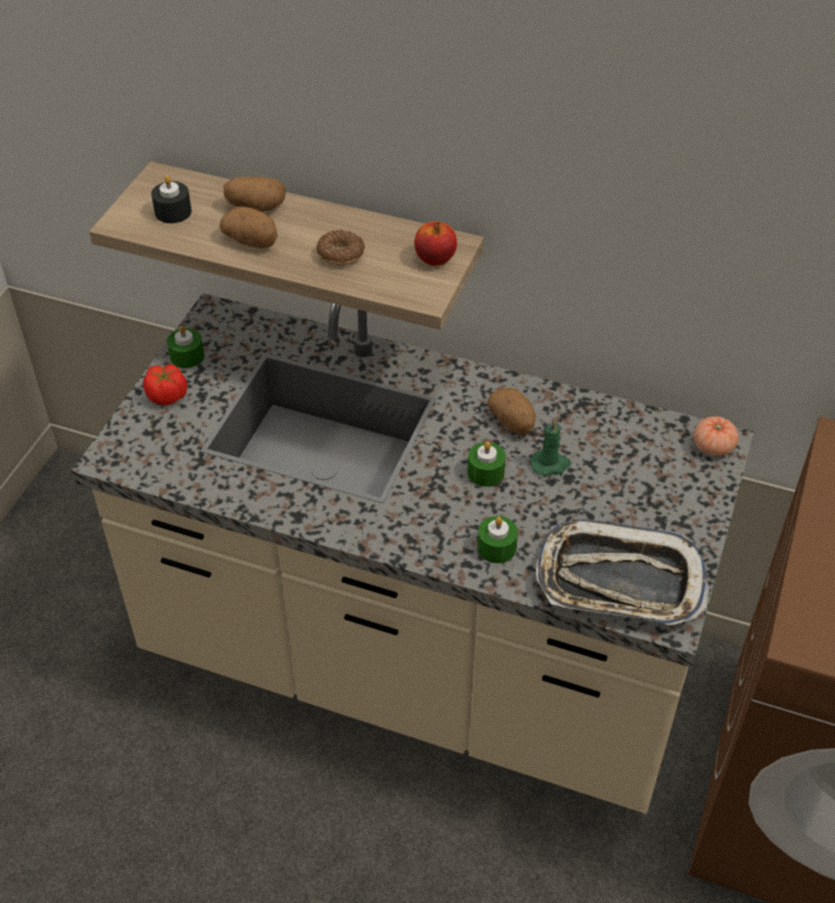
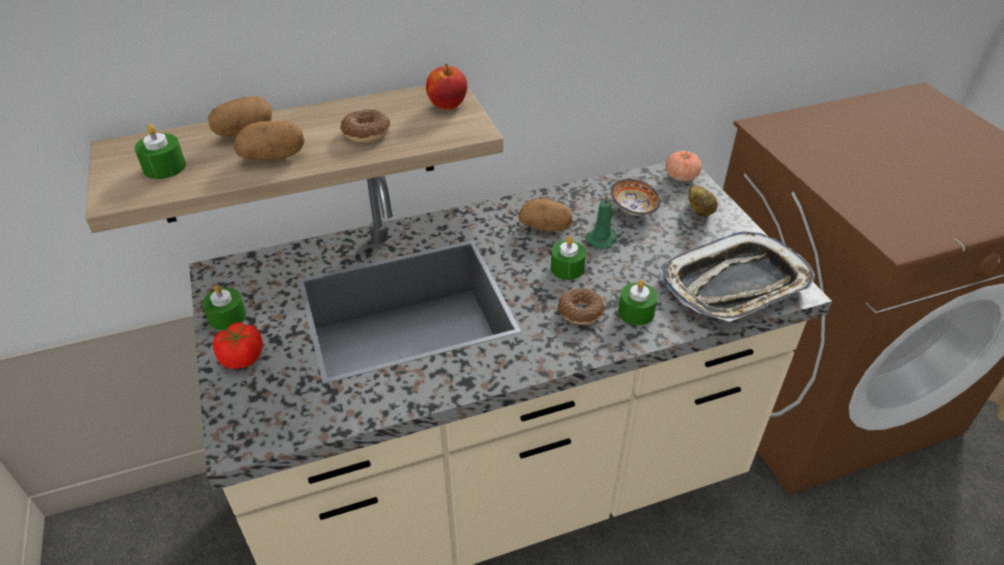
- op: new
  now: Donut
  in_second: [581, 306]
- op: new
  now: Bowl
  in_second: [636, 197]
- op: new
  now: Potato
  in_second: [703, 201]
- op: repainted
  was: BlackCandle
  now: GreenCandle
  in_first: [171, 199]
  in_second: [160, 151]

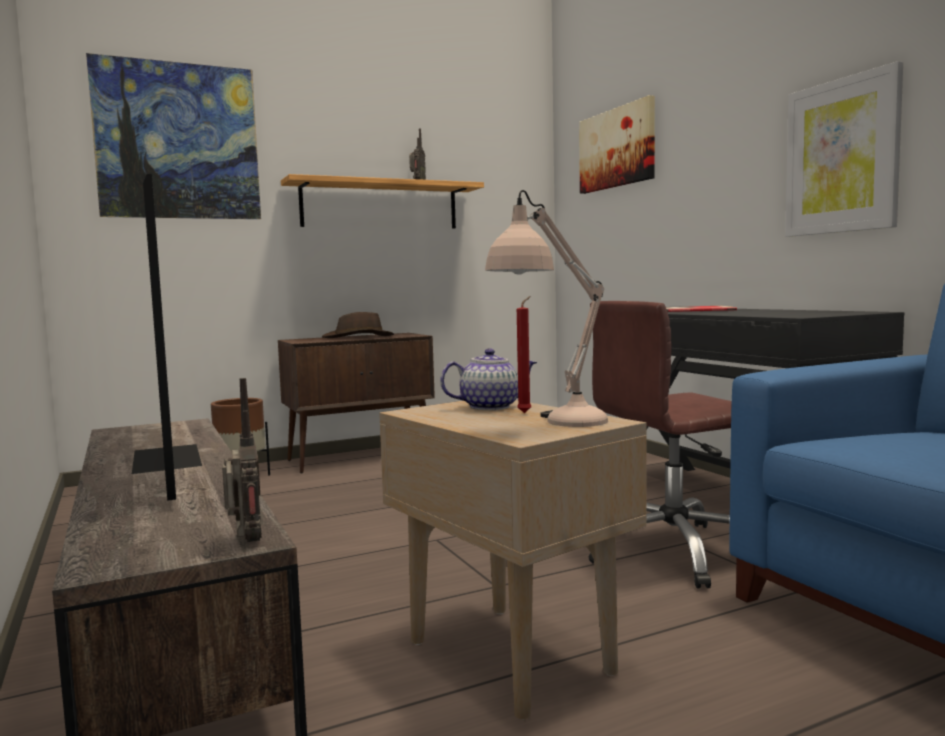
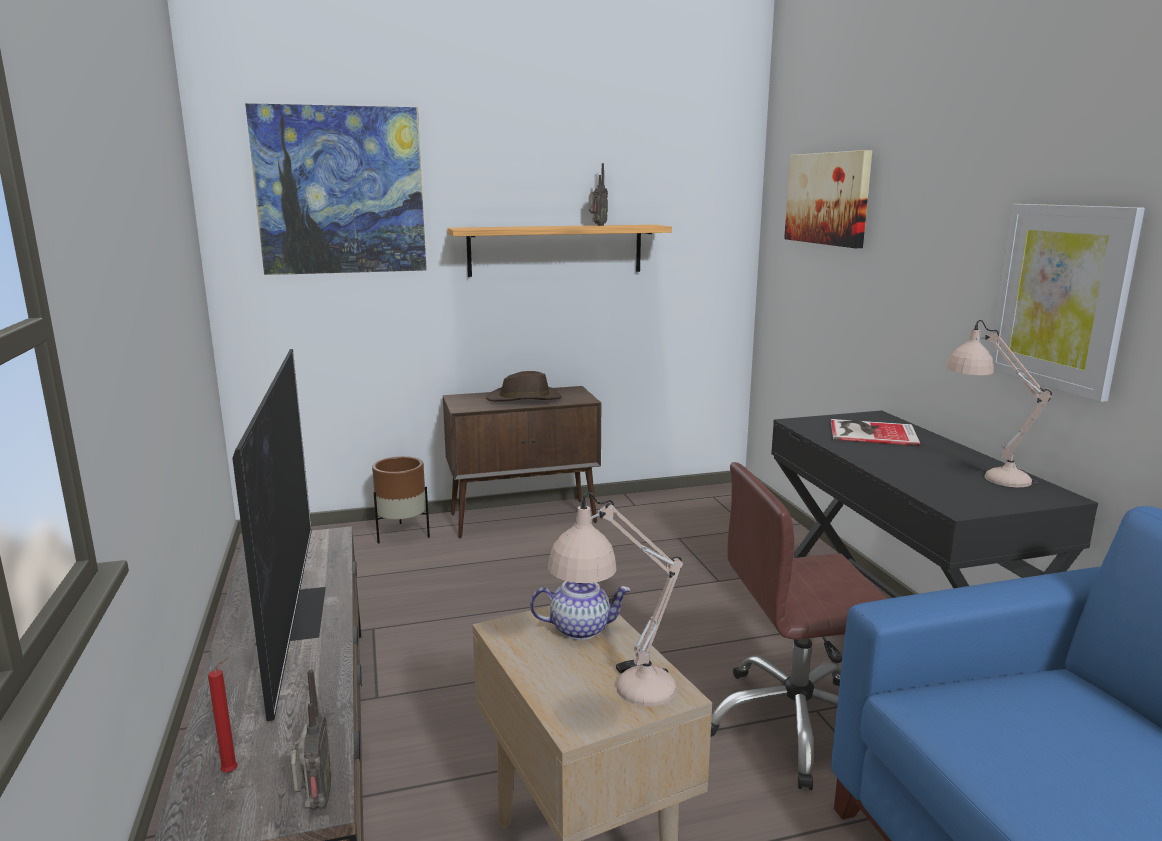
- op: new
  now: BeigeTableLamp
  in_second: [998, 403]
- op: shifted
  was: RedCandle
  in_first: [524, 354]
  in_second: [223, 715]

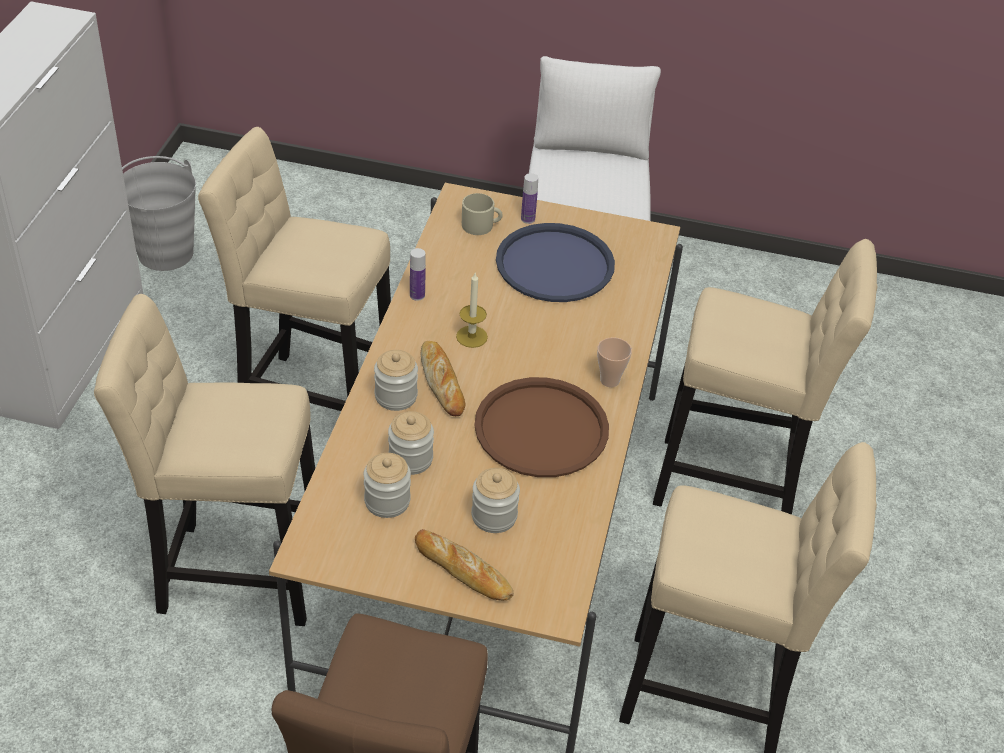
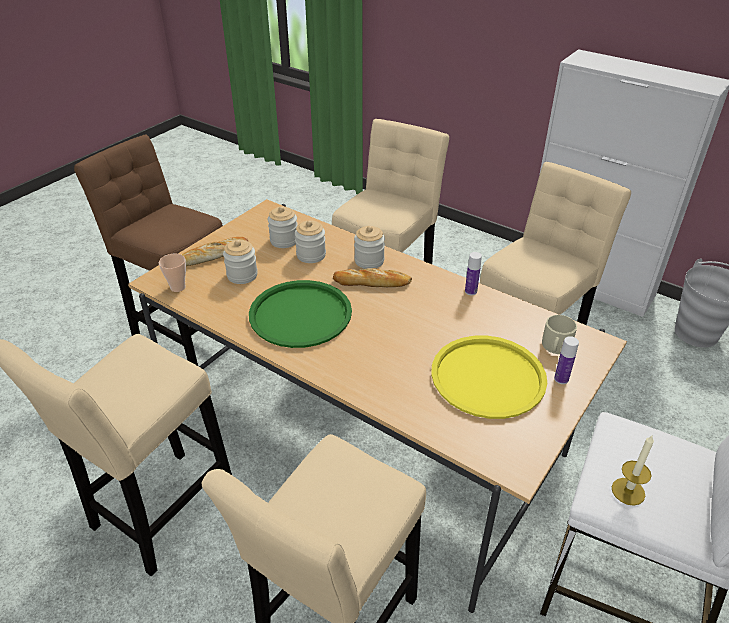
- op: shifted
  was: Candle
  in_first: [472, 310]
  in_second: [633, 470]
- op: shifted
  was: Cup
  in_first: [614, 362]
  in_second: [172, 273]
- op: repainted
  was: BrownTray
  now: GreenTray
  in_first: [541, 427]
  in_second: [300, 314]
- op: repainted
  was: BlueTray
  now: YellowTray
  in_first: [555, 262]
  in_second: [489, 377]

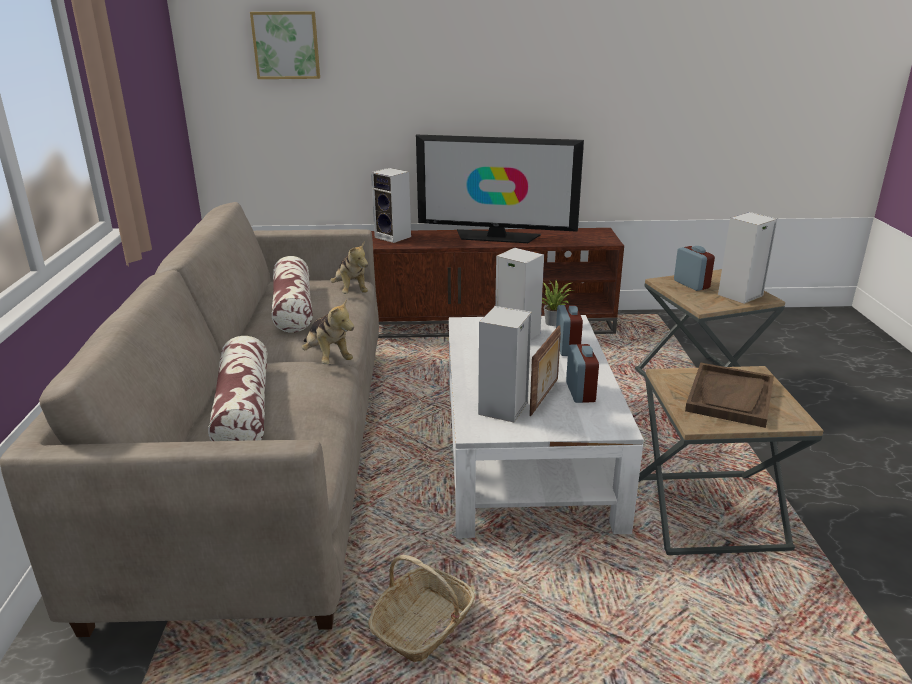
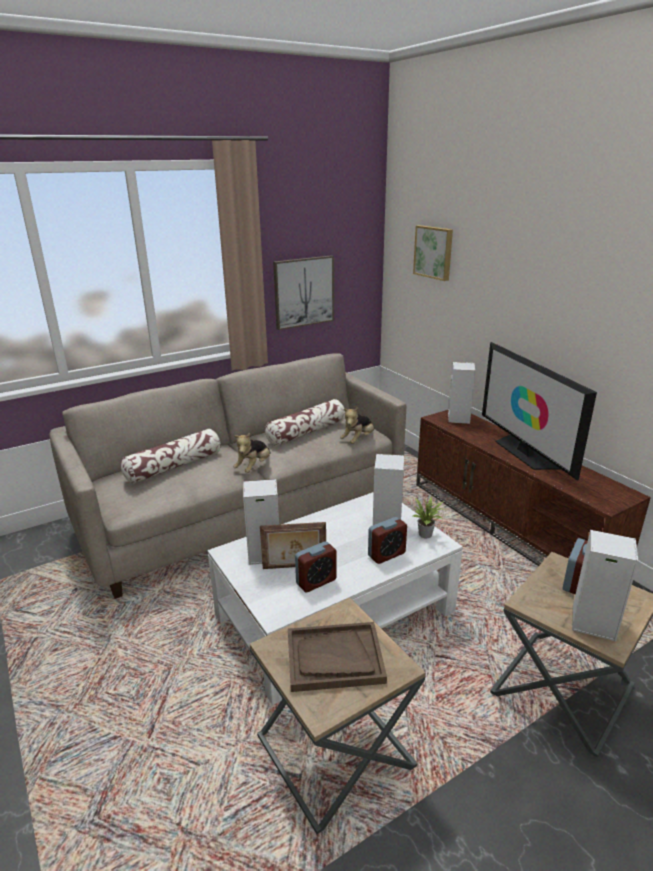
- op: gone
  was: Basket
  in_first: [421, 608]
- op: new
  now: Picture
  in_second: [303, 292]

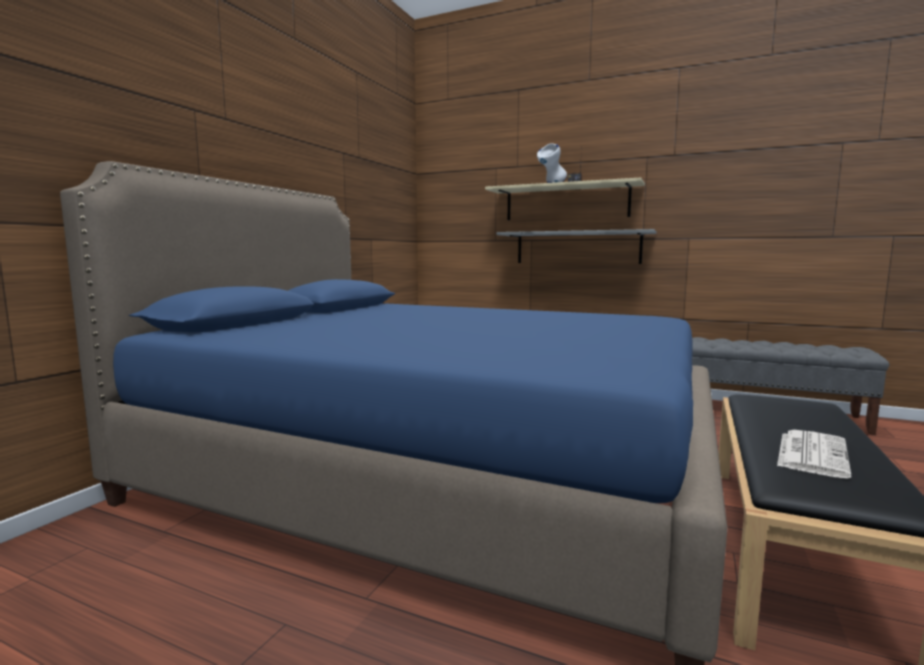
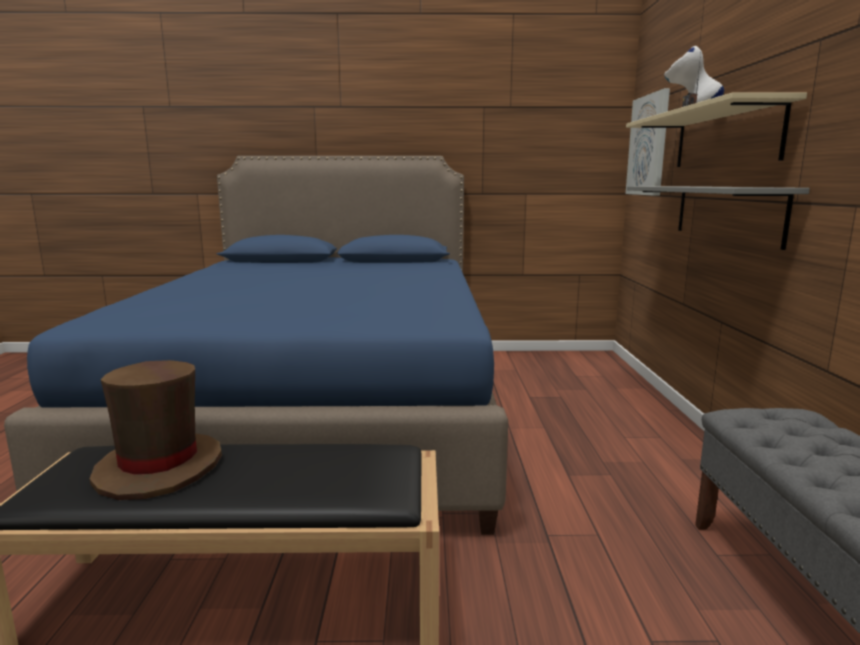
- op: new
  now: Picture
  in_second: [647, 142]
- op: swapped
  was: Newspaper
  now: BrownHat
  in_first: [814, 454]
  in_second: [156, 430]

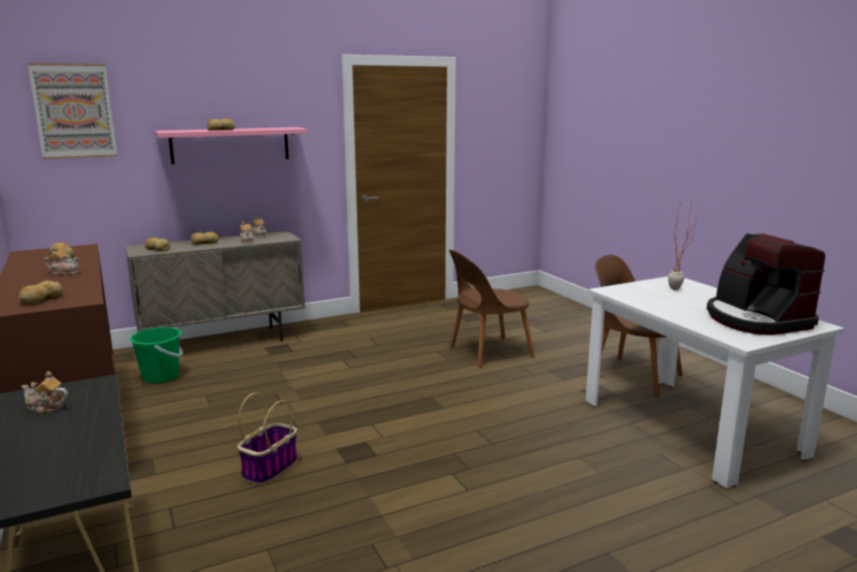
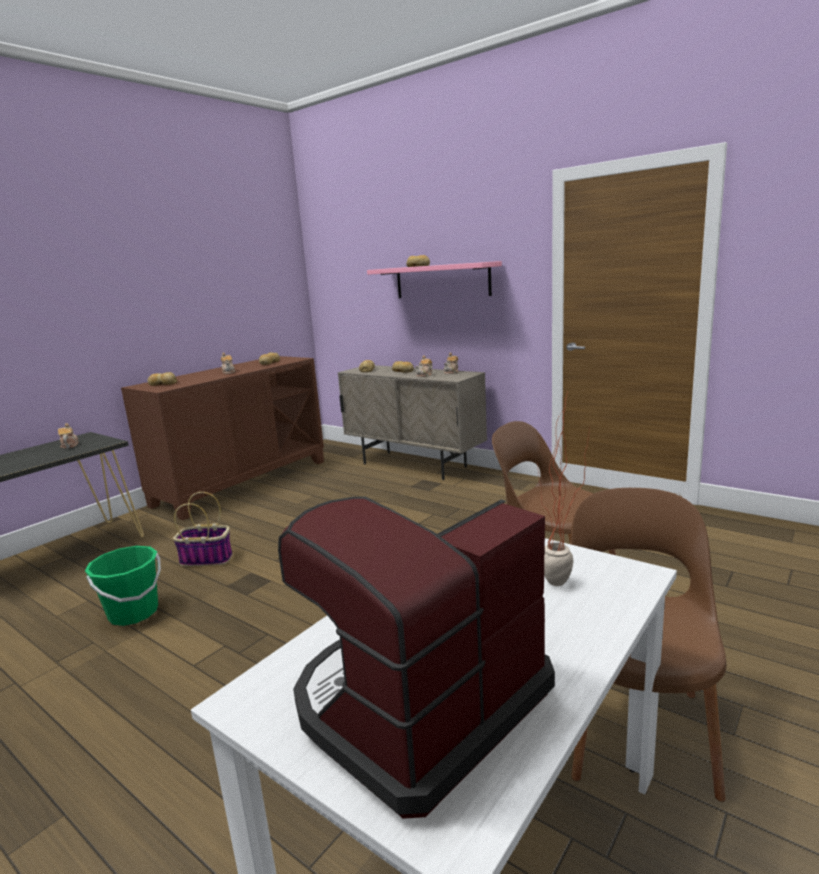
- op: gone
  was: Picture
  in_first: [72, 111]
- op: shifted
  was: GreenBucket
  in_first: [156, 355]
  in_second: [123, 586]

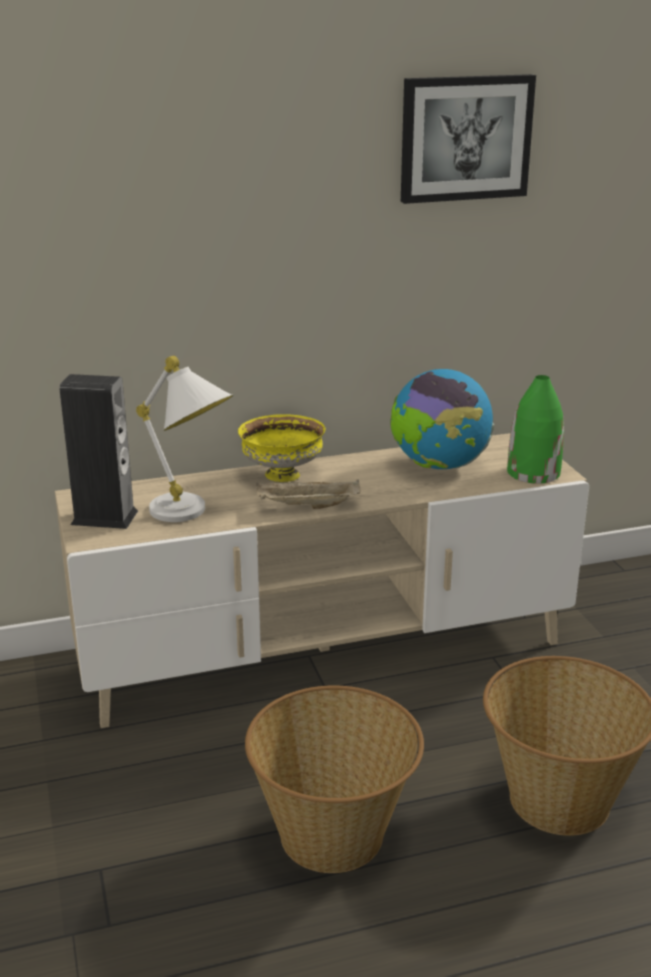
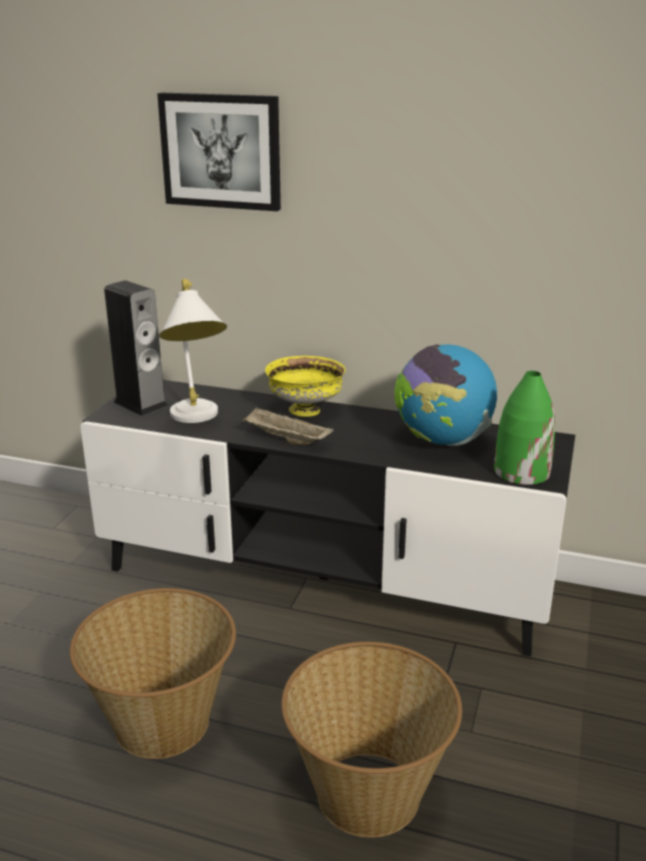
- op: shifted
  was: Picture
  in_first: [468, 139]
  in_second: [219, 152]
- op: repainted
  was: BeigeTvStand
  now: BlackTvStand
  in_first: [322, 580]
  in_second: [327, 518]

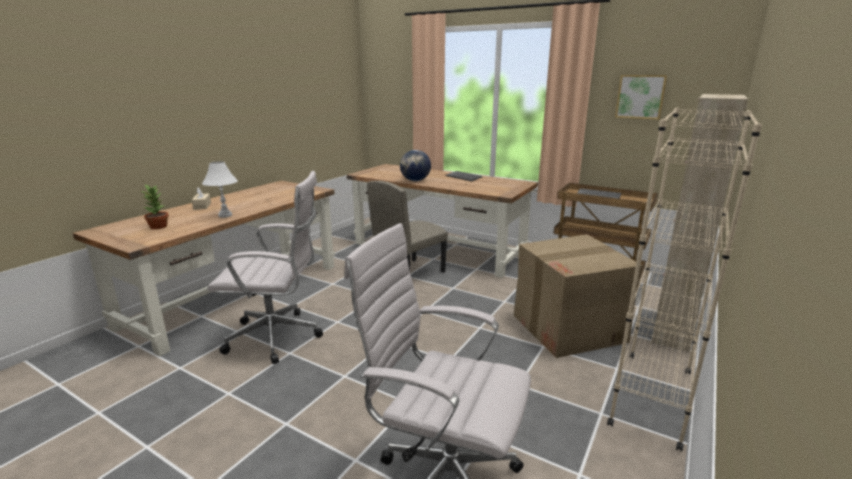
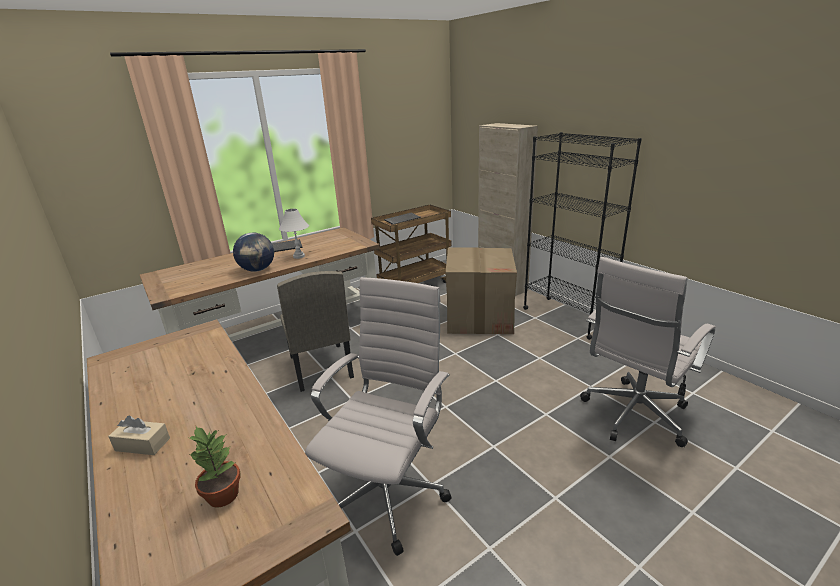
- op: gone
  was: Picture
  in_first: [641, 97]
- op: shifted
  was: WhiteTableLamp
  in_first: [220, 189]
  in_second: [294, 234]
- op: repainted
  was: BeigeBookcase
  now: BlackBookcase
  in_first: [684, 280]
  in_second: [582, 236]

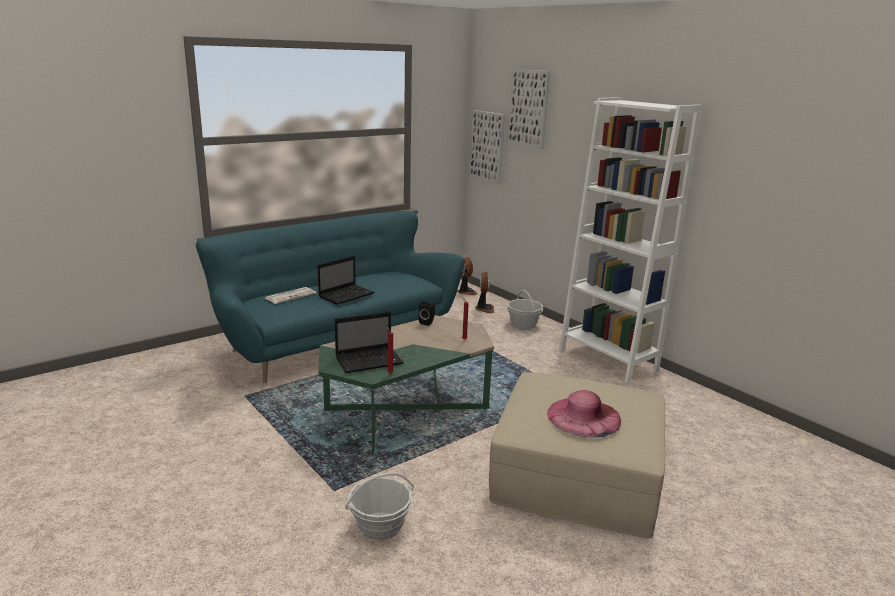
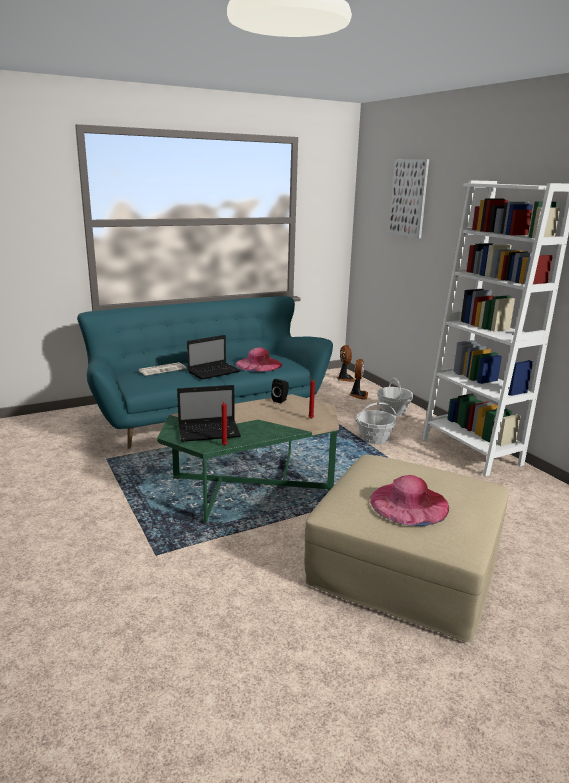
- op: gone
  was: Picture
  in_first: [487, 147]
- op: new
  now: PinkHat
  in_second: [258, 360]
- op: shifted
  was: Basket
  in_first: [379, 506]
  in_second: [376, 423]

